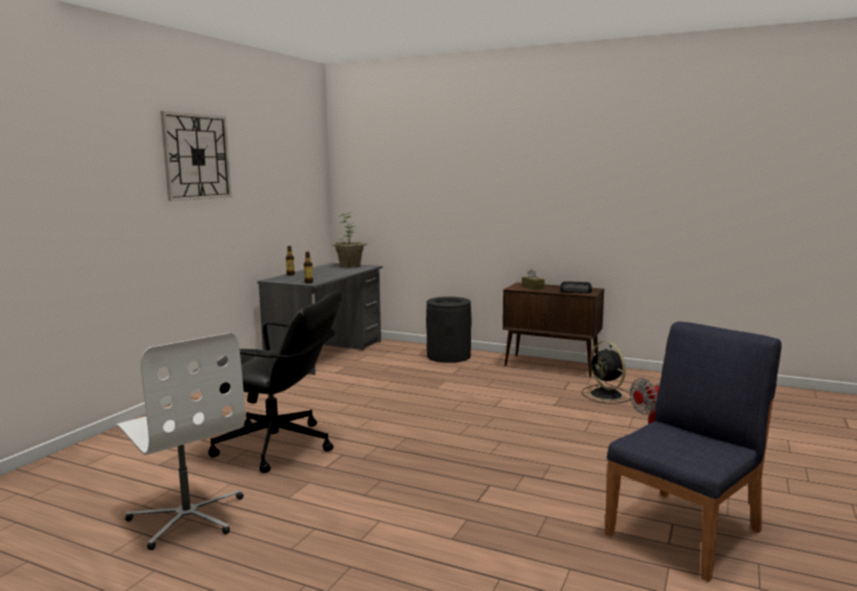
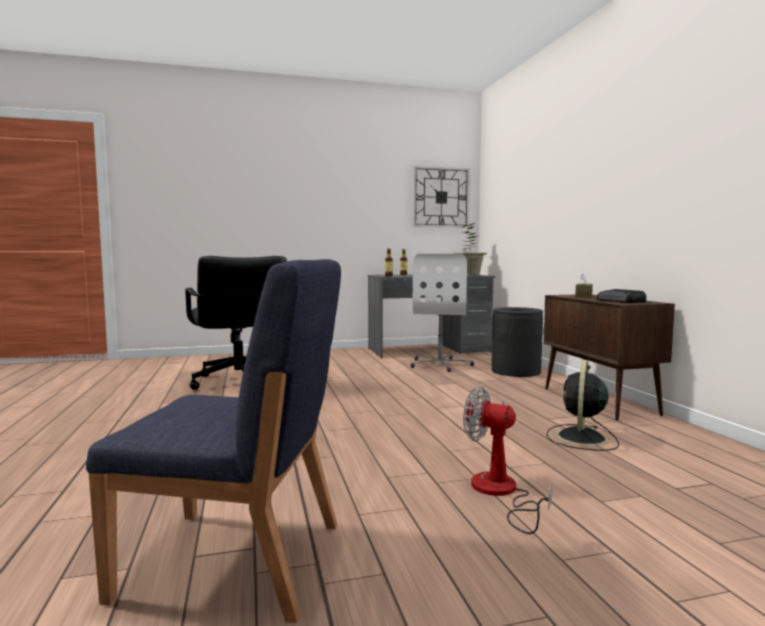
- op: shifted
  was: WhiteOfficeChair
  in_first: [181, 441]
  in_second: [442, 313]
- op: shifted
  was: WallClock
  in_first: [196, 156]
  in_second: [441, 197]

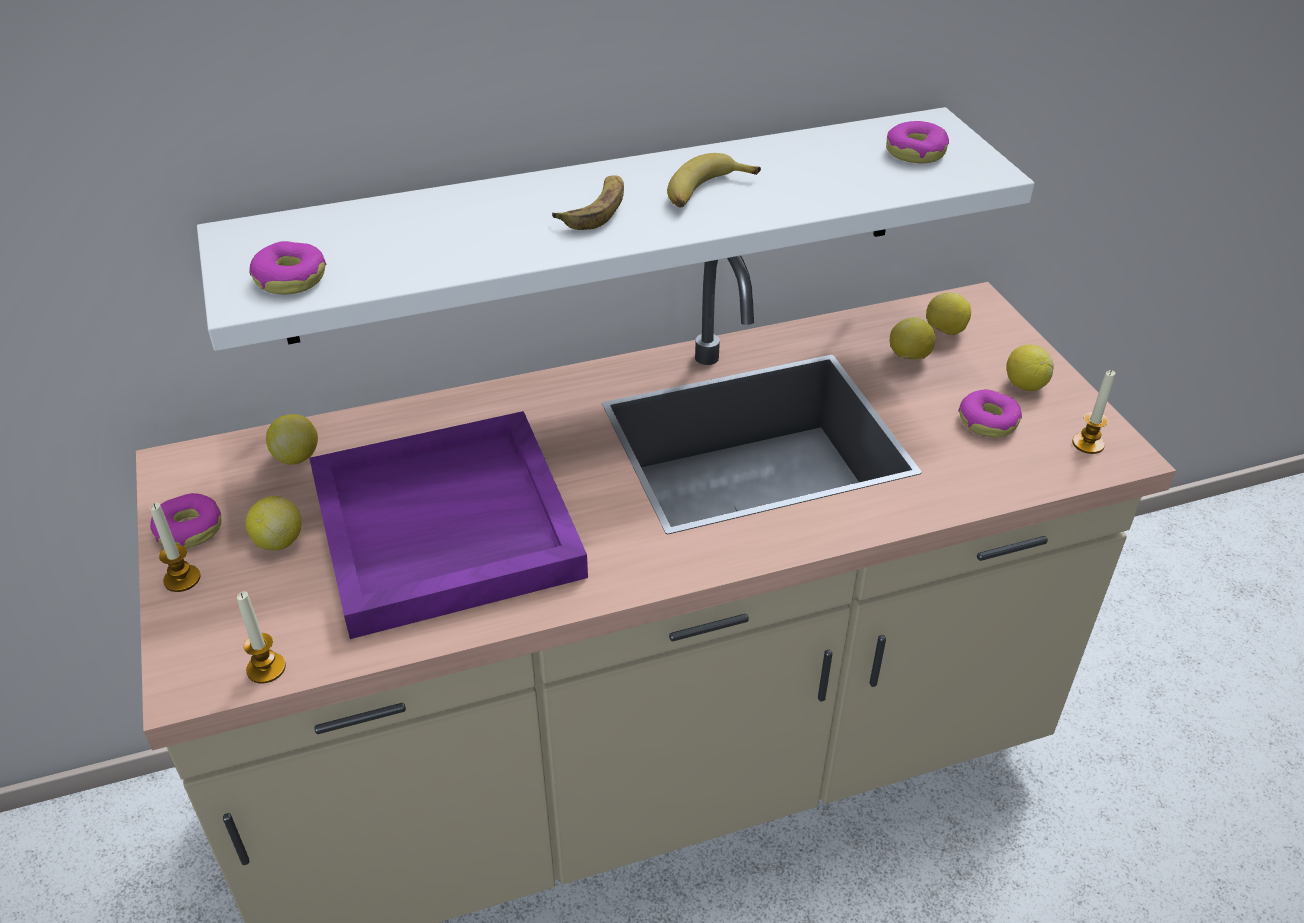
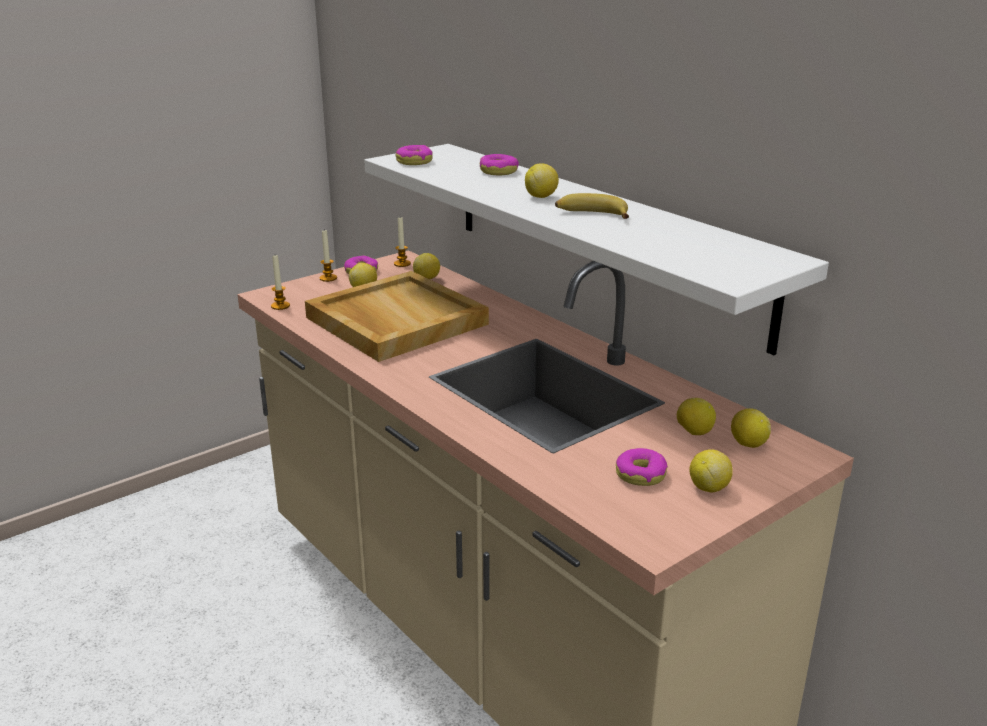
- op: shifted
  was: Donut
  in_first: [917, 142]
  in_second: [499, 164]
- op: shifted
  was: Candle
  in_first: [1094, 412]
  in_second: [402, 242]
- op: swapped
  was: Banana
  now: Lemon
  in_first: [588, 202]
  in_second: [542, 180]
- op: repainted
  was: PurpleTray
  now: BeigeTray
  in_first: [448, 525]
  in_second: [397, 316]

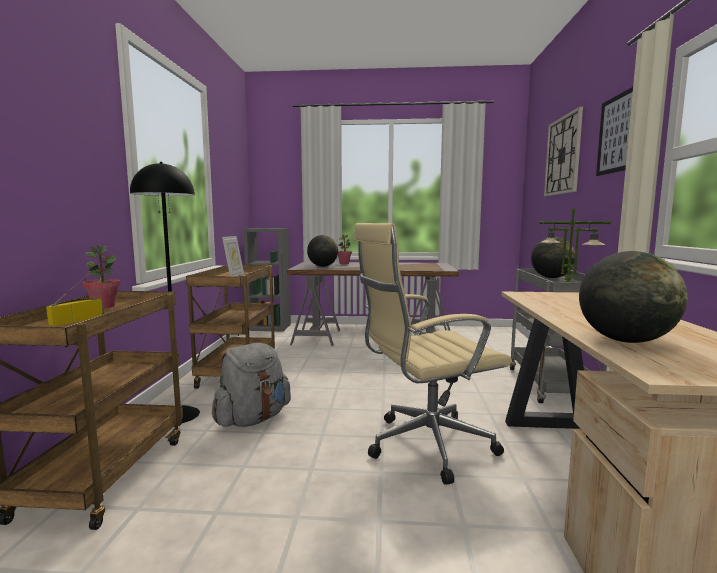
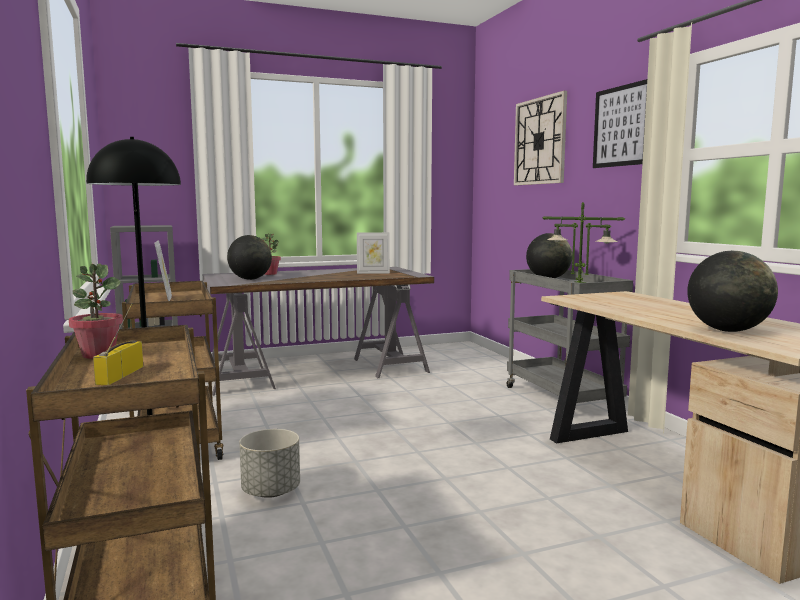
- op: gone
  was: BeigeOfficeChair
  in_first: [433, 354]
- op: new
  now: PictureFrame
  in_second: [373, 253]
- op: swapped
  was: GreyBackpack
  now: GreyPlanter
  in_first: [251, 385]
  in_second: [269, 463]

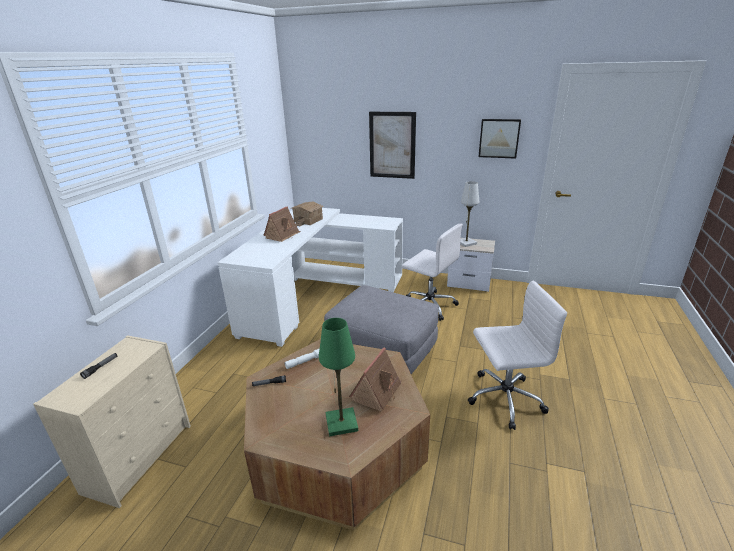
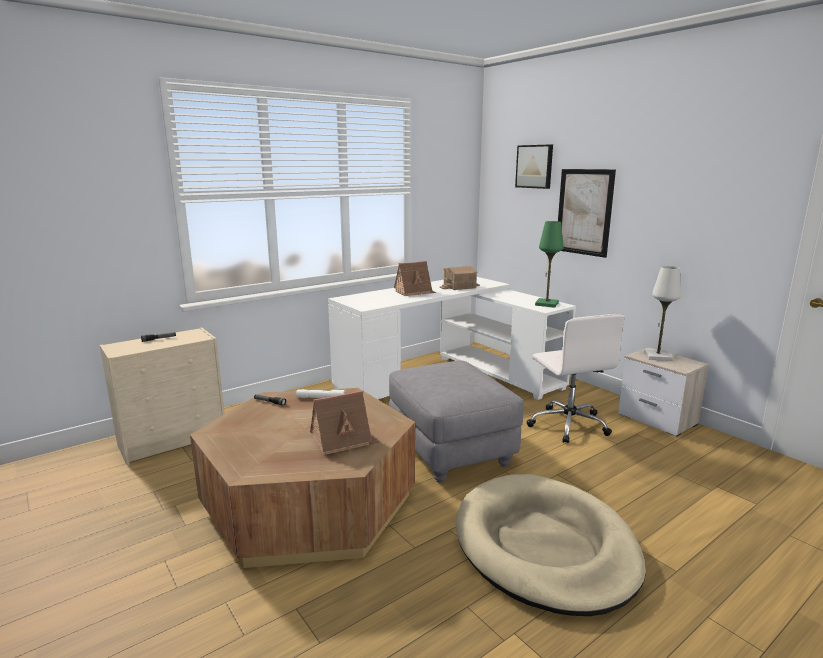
- op: shifted
  was: GreenTableLamp
  in_first: [338, 377]
  in_second: [549, 264]
- op: shifted
  was: Picture
  in_first: [499, 139]
  in_second: [534, 166]
- op: swapped
  was: WhiteOfficeChair
  now: BeigeDogBed
  in_first: [517, 355]
  in_second: [551, 545]

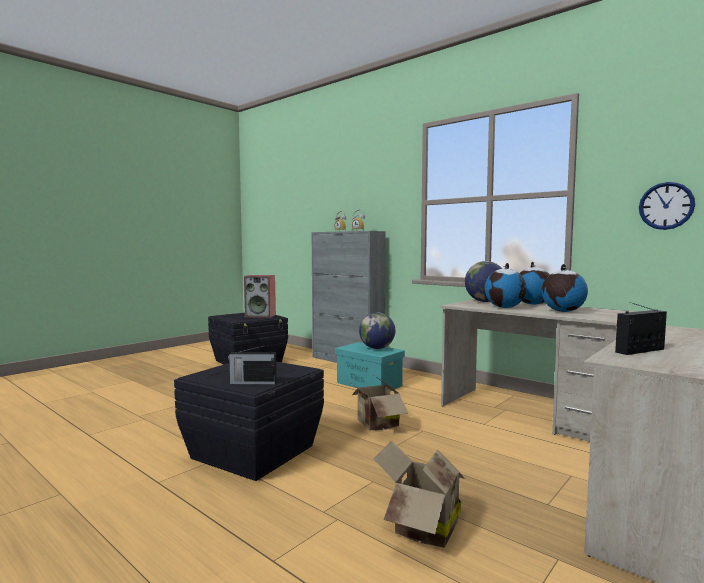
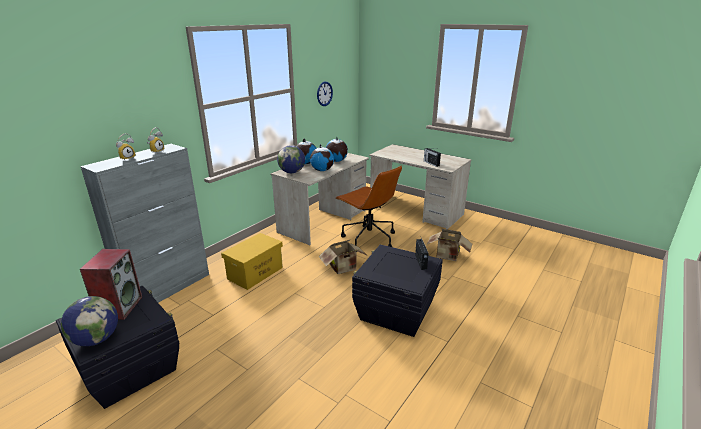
- op: new
  now: BrownOfficeChair
  in_second: [368, 209]
- op: shifted
  was: Globe
  in_first: [377, 330]
  in_second: [89, 321]
- op: repainted
  was: TurquoiseStorageBox
  now: YellowStorageBox
  in_first: [370, 366]
  in_second: [252, 261]

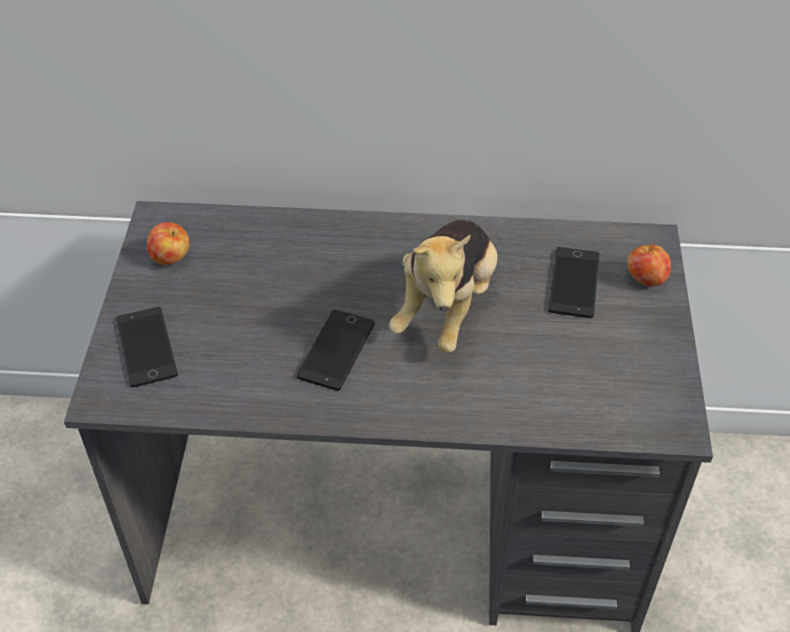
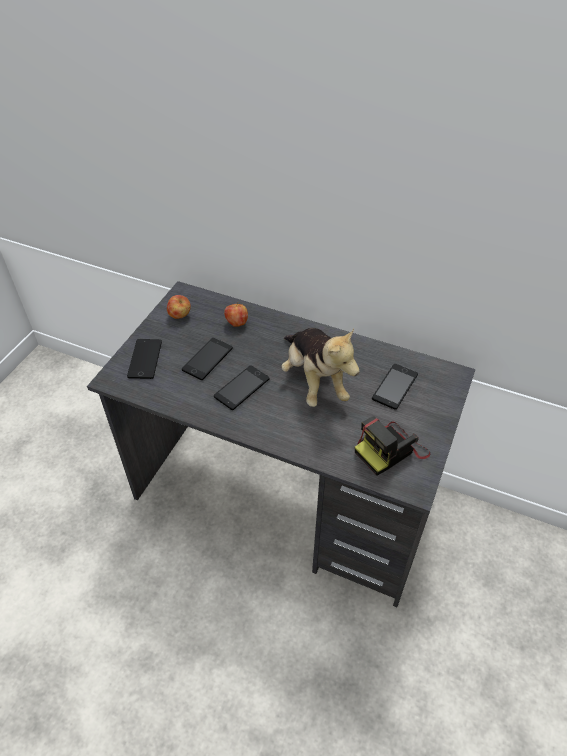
- op: new
  now: Phone
  in_second: [207, 359]
- op: new
  now: PhotoCamera
  in_second: [392, 446]
- op: shifted
  was: Apple
  in_first: [649, 265]
  in_second: [236, 315]
- op: rotated
  was: PlushToy
  in_first: [443, 286]
  in_second: [320, 367]
  clockwise: -60

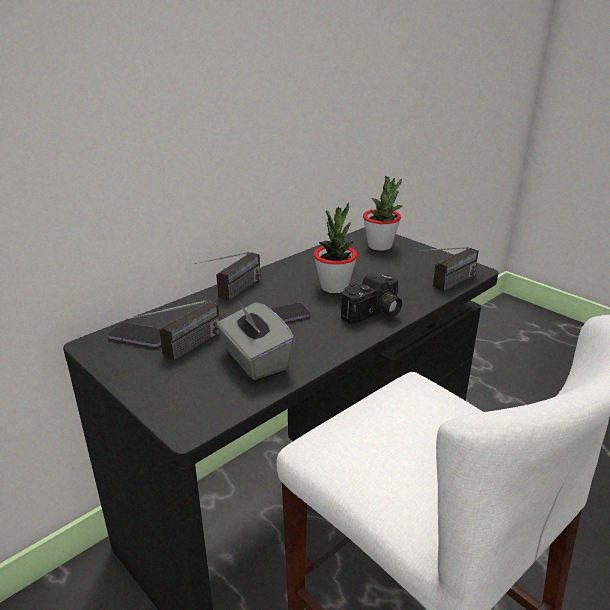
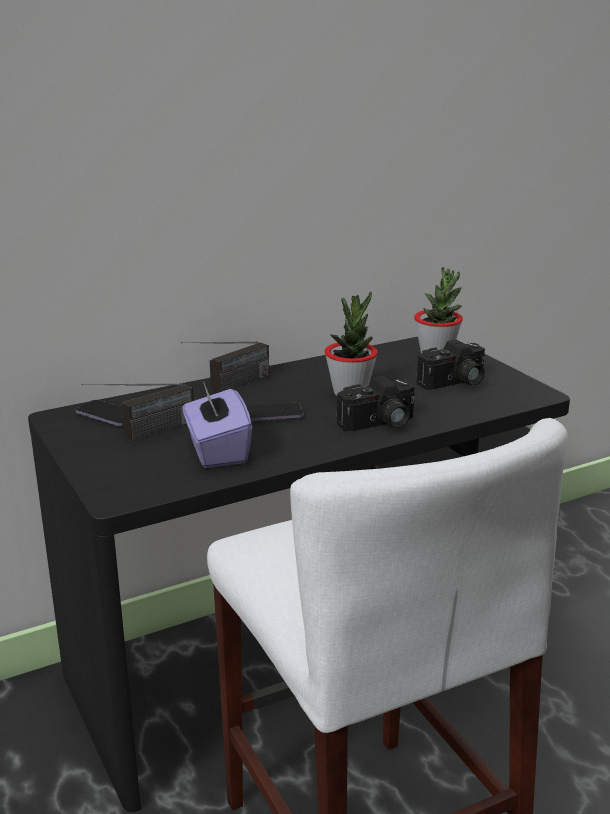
- op: gone
  was: Radio
  in_first: [449, 269]
- op: new
  now: PhotoCamera
  in_second: [451, 364]
- op: repainted
  was: GreyTissueBox
  now: PurpleTissueBox
  in_first: [256, 341]
  in_second: [217, 424]

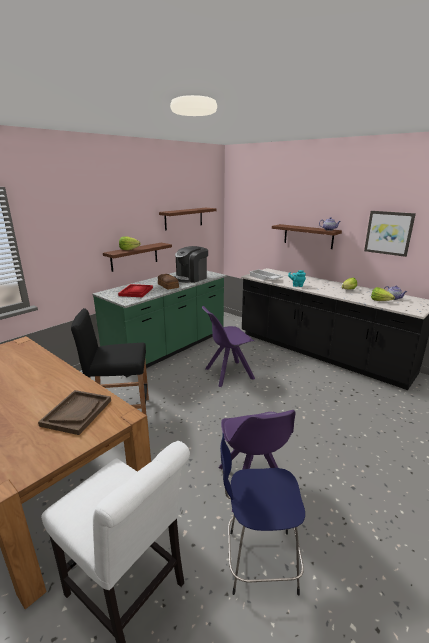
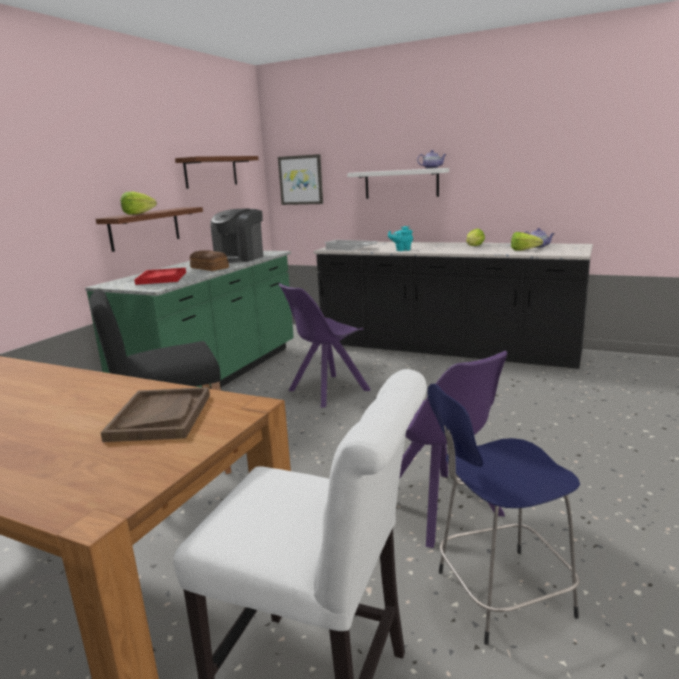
- op: shifted
  was: Picture
  in_first: [390, 234]
  in_second: [300, 179]
- op: repainted
  was: BrownShelf
  now: WhiteShelf
  in_first: [307, 236]
  in_second: [398, 183]

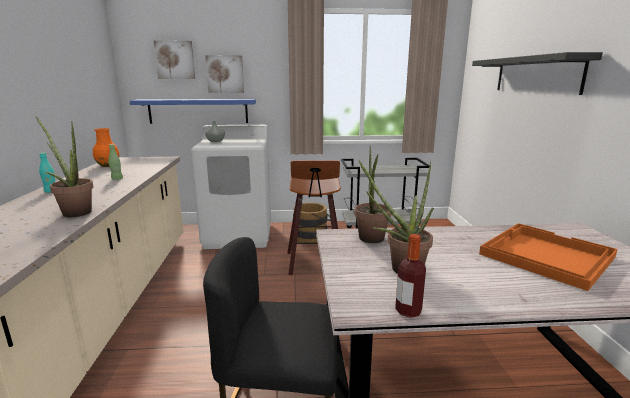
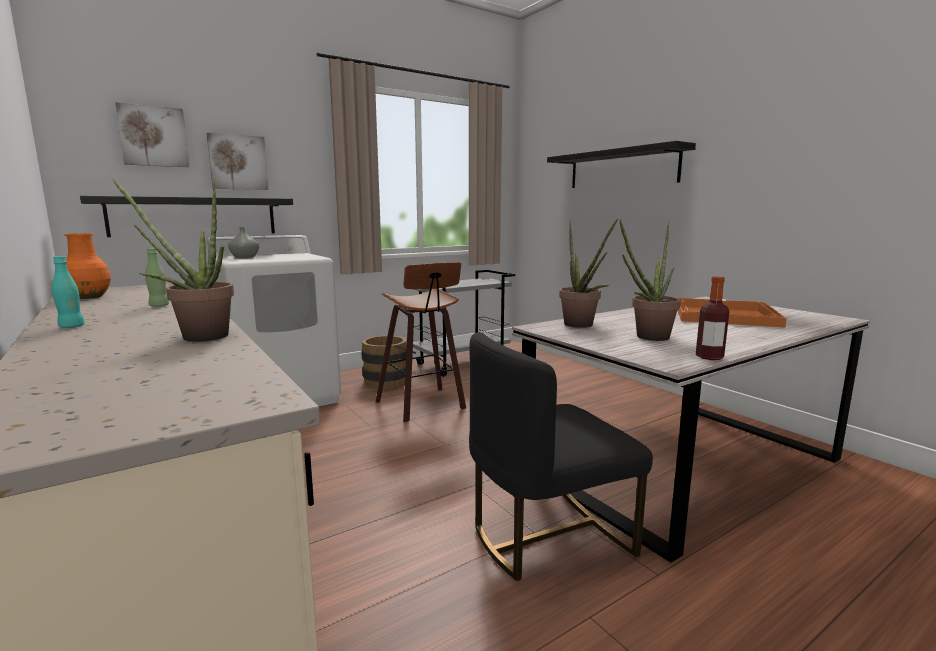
- op: repainted
  was: BlueShelf
  now: BlackShelf
  in_first: [193, 111]
  in_second: [186, 216]

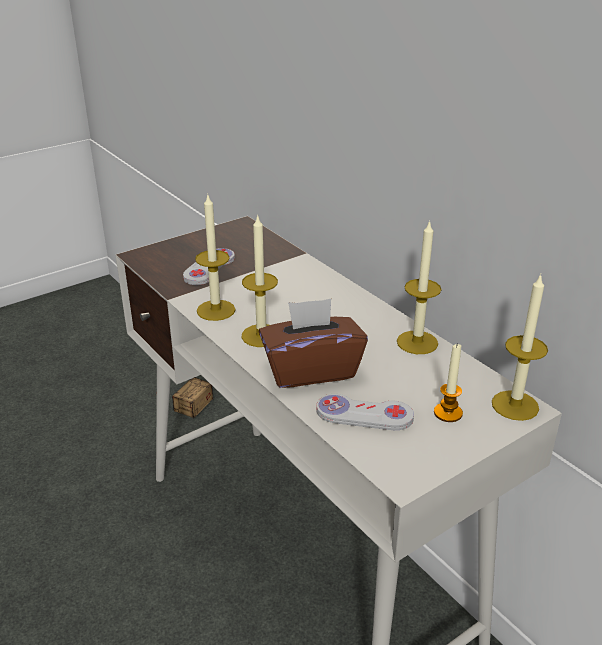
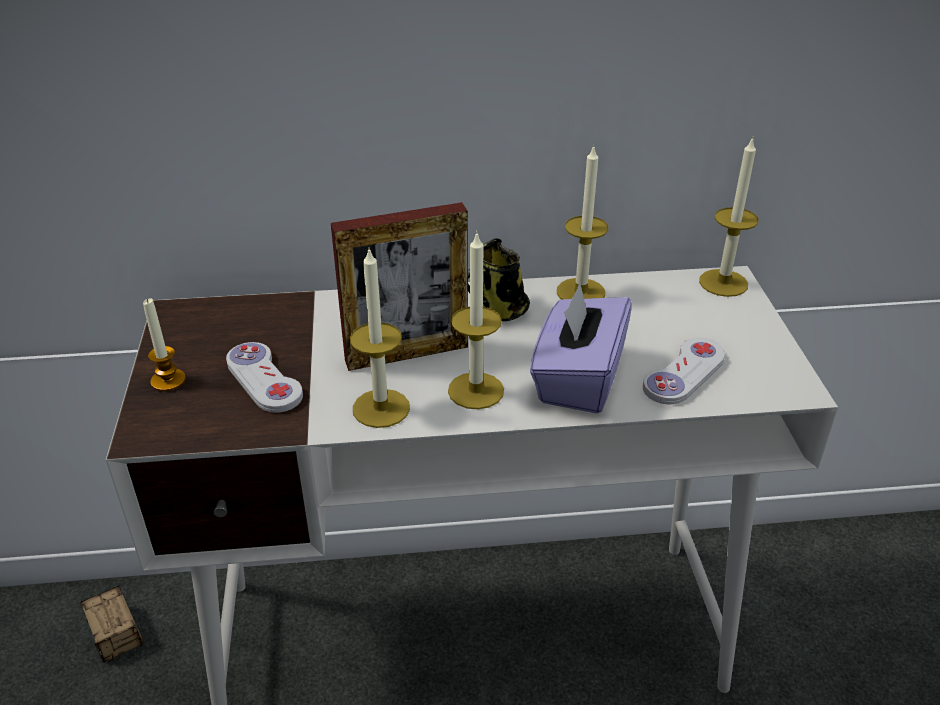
- op: new
  now: PictureFrame
  in_second: [399, 286]
- op: new
  now: Mug
  in_second: [499, 279]
- op: shifted
  was: Candle
  in_first: [448, 382]
  in_second: [164, 345]
- op: repainted
  was: BrownTissueBox
  now: PurpleTissueBox
  in_first: [313, 343]
  in_second: [581, 348]

